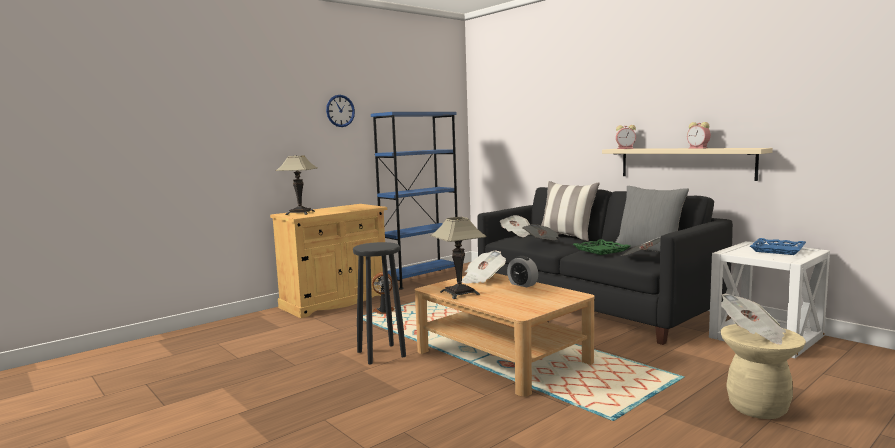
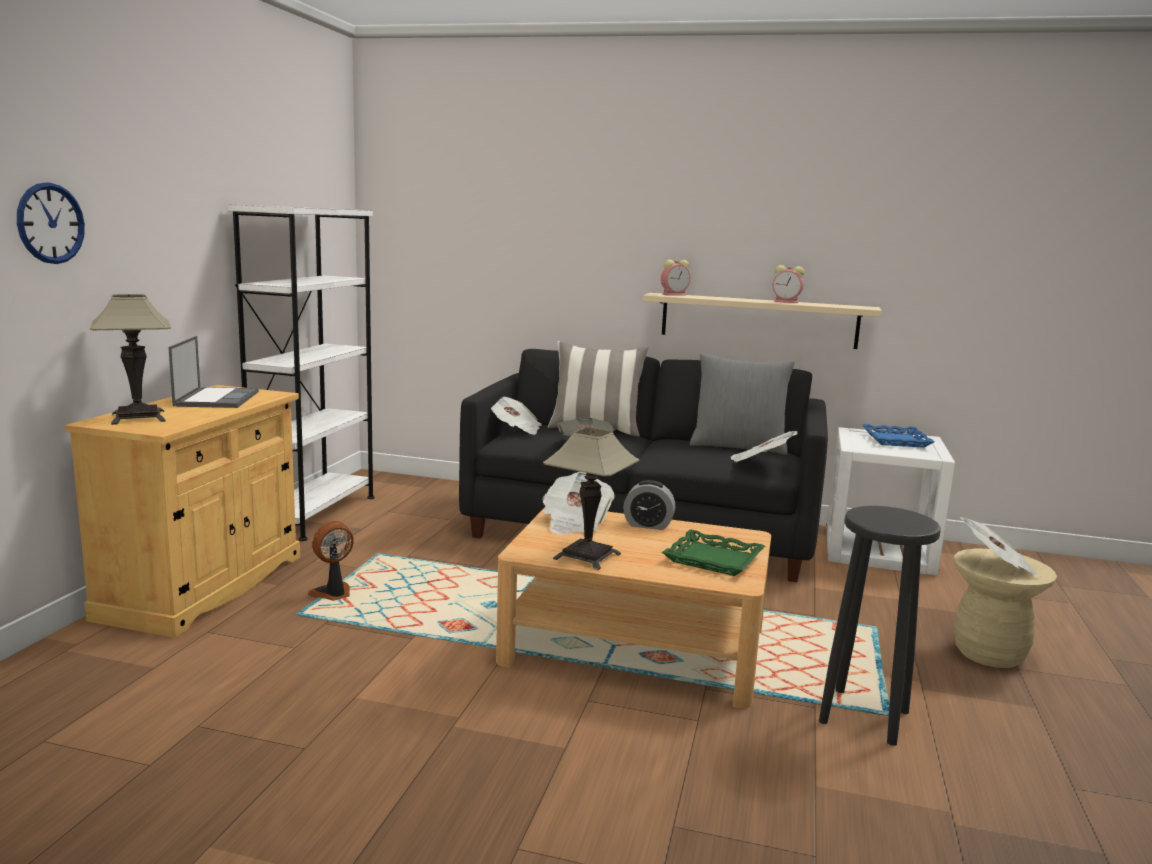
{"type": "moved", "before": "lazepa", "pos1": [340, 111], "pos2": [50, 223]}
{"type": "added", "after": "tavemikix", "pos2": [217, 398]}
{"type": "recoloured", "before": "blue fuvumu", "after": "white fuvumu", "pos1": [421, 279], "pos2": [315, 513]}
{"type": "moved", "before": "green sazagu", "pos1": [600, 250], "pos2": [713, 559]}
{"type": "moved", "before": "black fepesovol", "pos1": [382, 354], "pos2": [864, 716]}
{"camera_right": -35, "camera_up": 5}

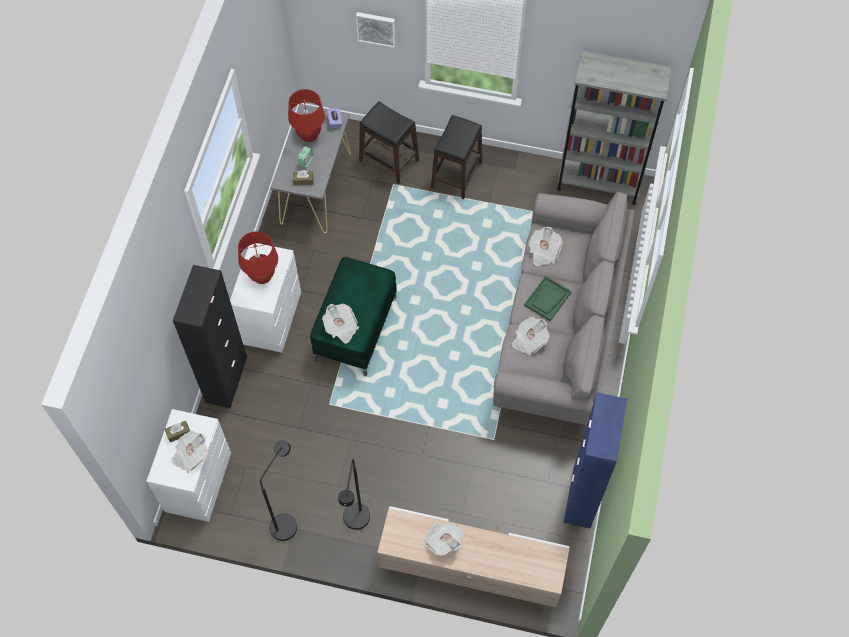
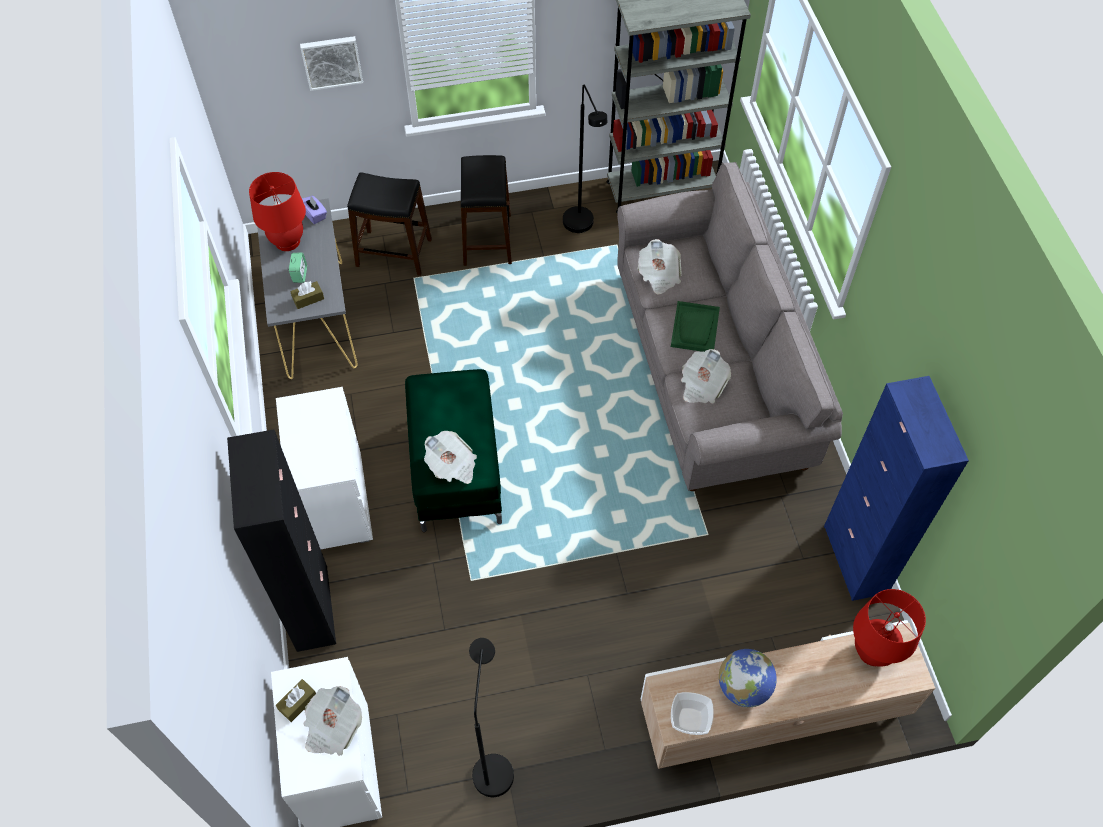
{"type": "moved", "before": "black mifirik", "pos1": [356, 524], "pos2": [582, 227]}
{"type": "added", "after": "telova", "pos2": [690, 719]}
{"type": "replaced", "before": "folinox", "after": "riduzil", "pos1": [443, 540], "pos2": [743, 687]}
{"type": "moved", "before": "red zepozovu", "pos1": [262, 275], "pos2": [873, 651]}
{"camera_right": -25, "camera_up": -5}

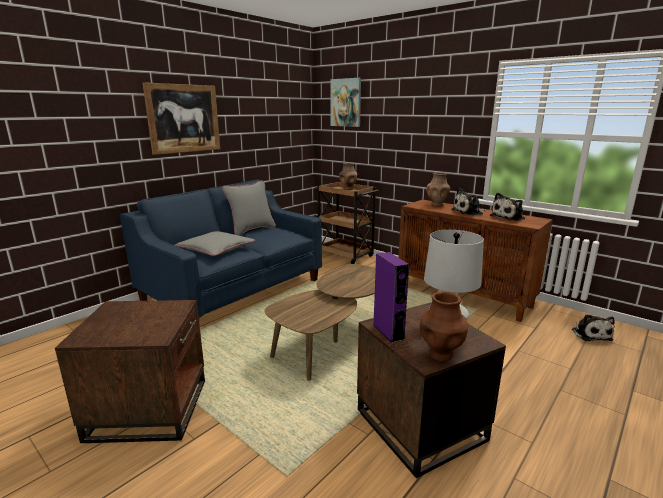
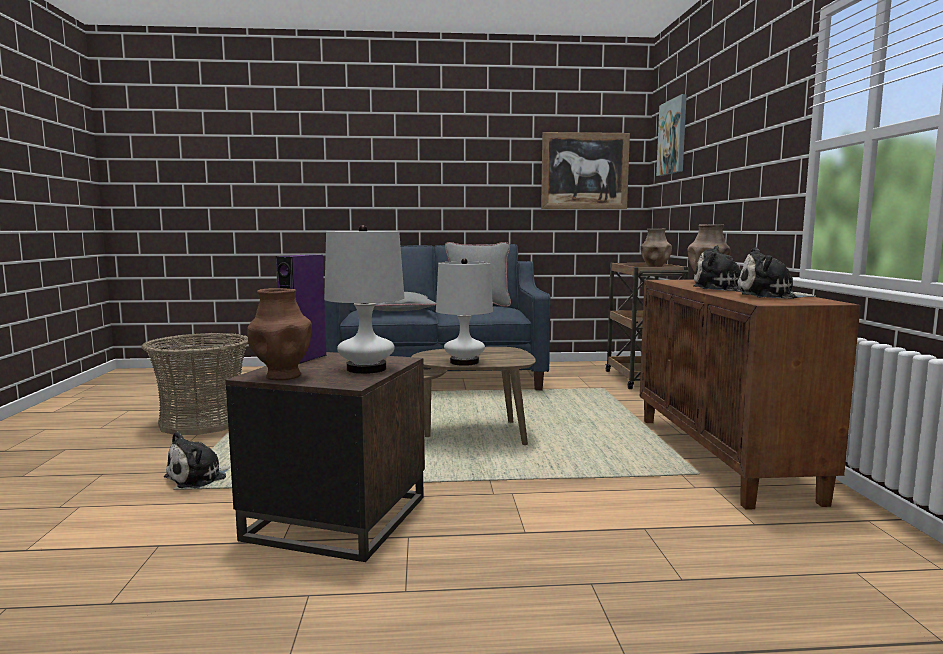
{"type": "replaced", "before": "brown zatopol", "after": "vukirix", "pos1": [149, 408], "pos2": [202, 422]}
{"type": "moved", "before": "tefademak", "pos1": [590, 334], "pos2": [200, 477]}
{"type": "added", "after": "white zepozovu", "pos2": [464, 362]}
{"type": "moved", "before": "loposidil", "pos1": [184, 118], "pos2": [584, 171]}
{"camera_right": 45, "camera_up": -10}

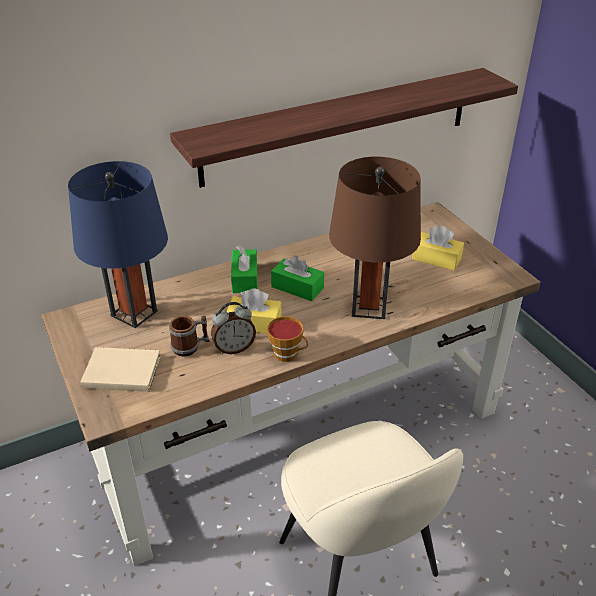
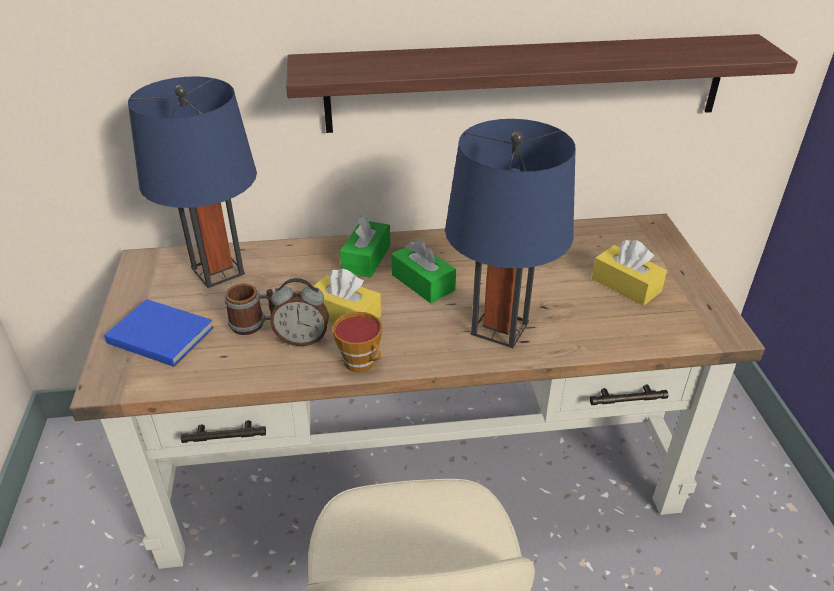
{"type": "recoloured", "before": "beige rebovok", "after": "blue rebovok", "pos1": [120, 371], "pos2": [159, 334]}
{"type": "recoloured", "before": "brown zepozovu", "after": "blue zepozovu", "pos1": [369, 307], "pos2": [500, 328]}
{"camera_right": 20, "camera_up": 0}

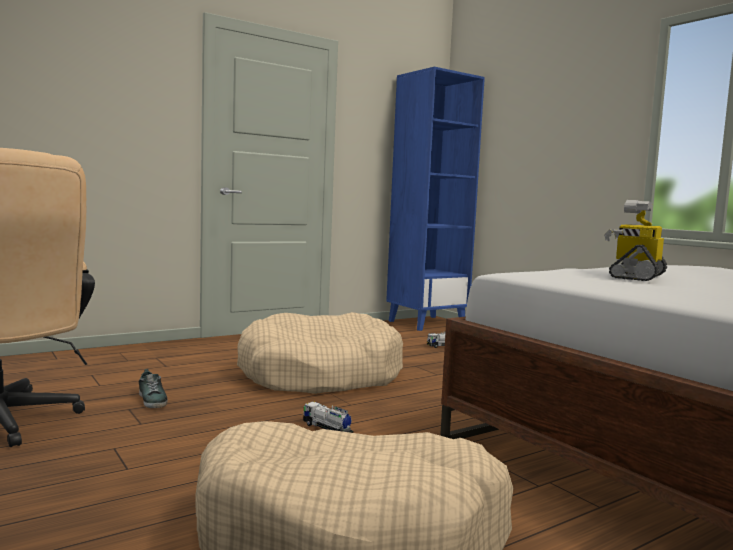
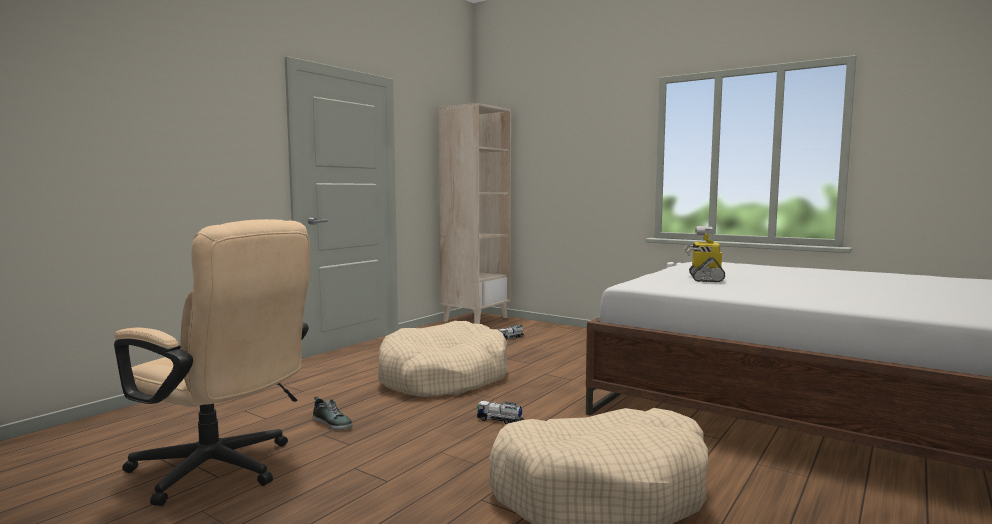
{"type": "recoloured", "before": "blue fuvumu", "after": "beige fuvumu", "pos1": [426, 323], "pos2": [475, 319]}
{"camera_right": -20, "camera_up": 0}

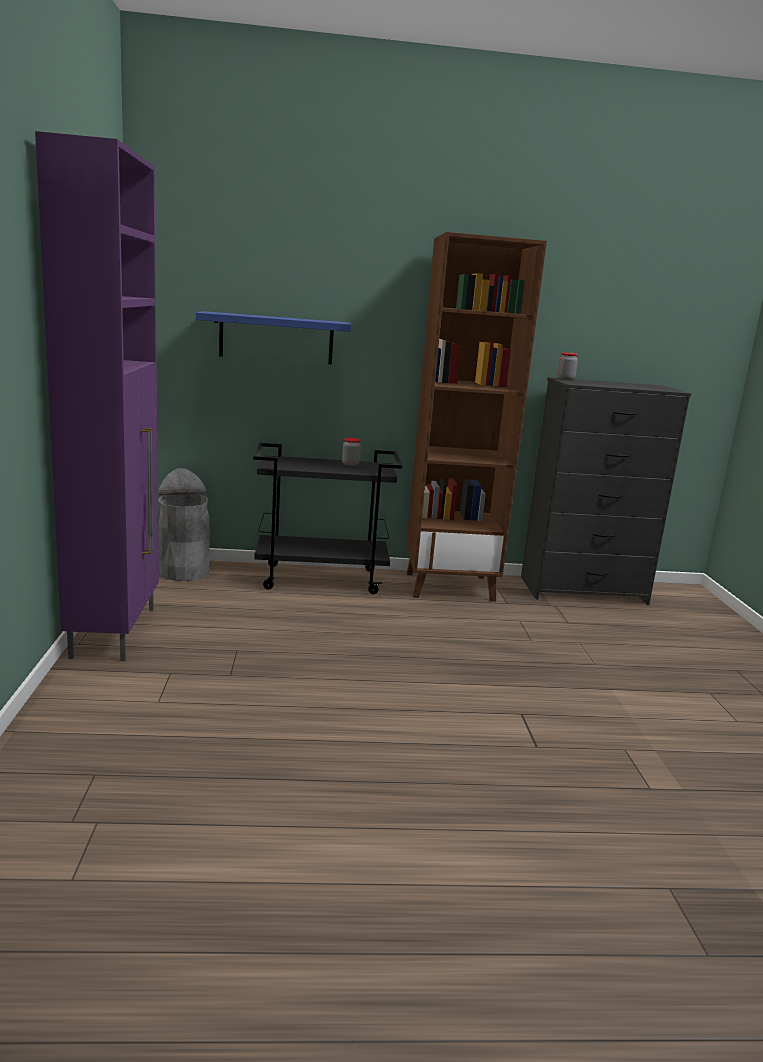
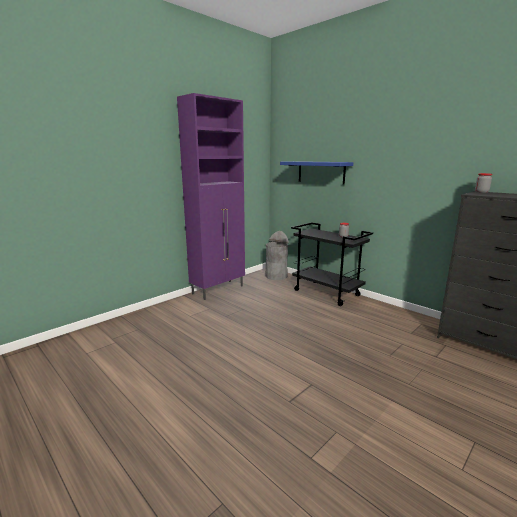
{"type": "removed", "before": "brown fuvumu", "pos1": [450, 586]}
{"camera_right": 50, "camera_up": 0}

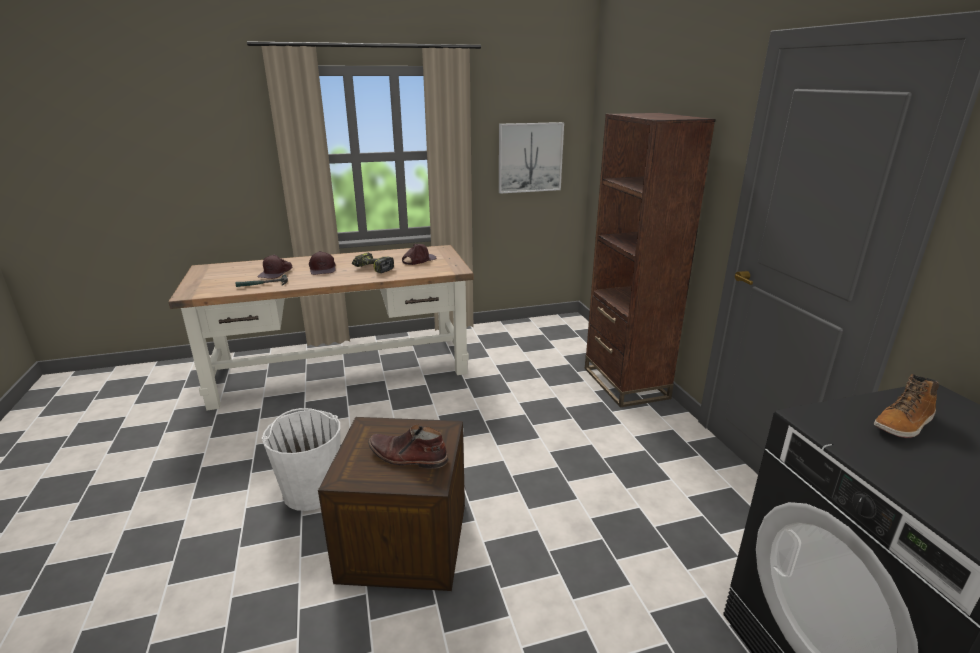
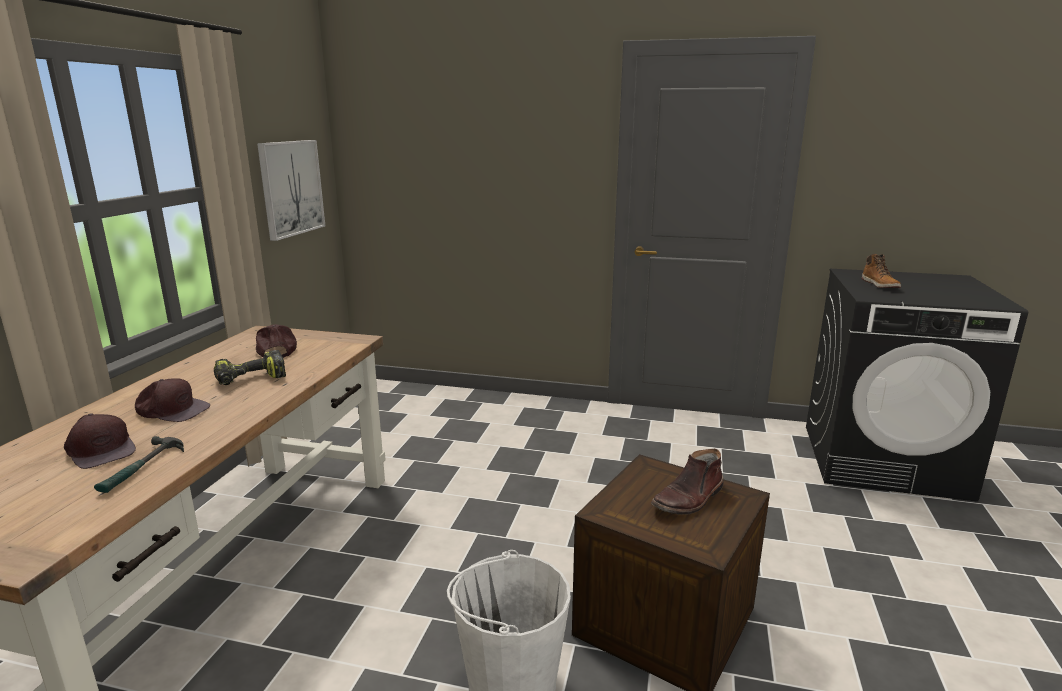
{"type": "removed", "before": "brown fuvumu", "pos1": [625, 383]}
{"camera_right": -60, "camera_up": -5}

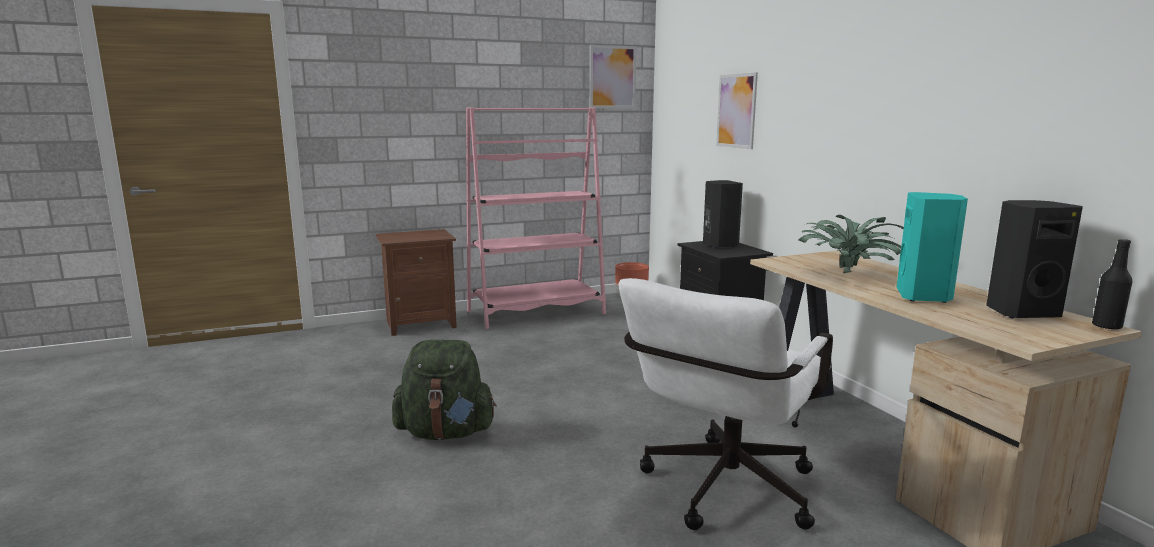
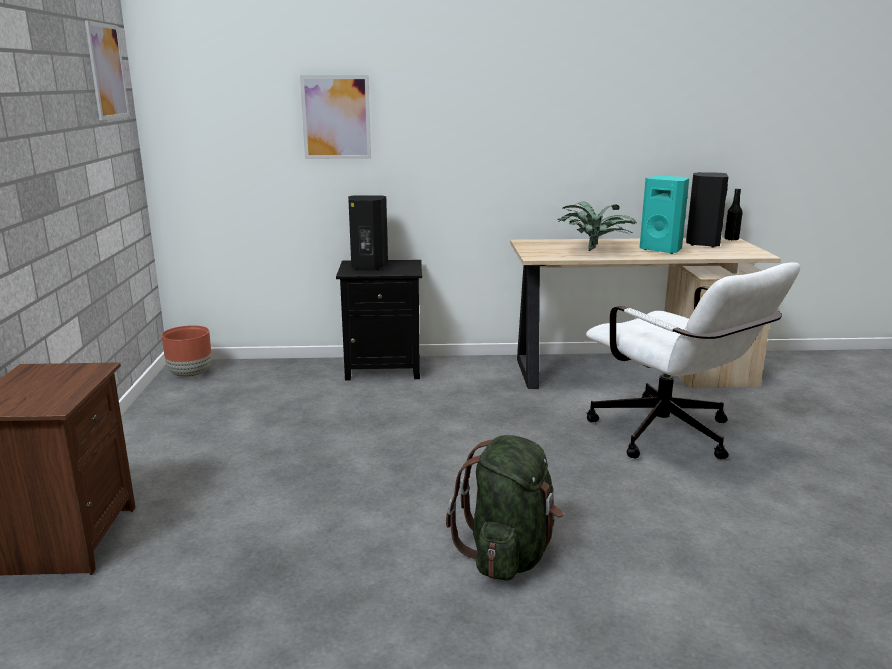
{"type": "removed", "before": "pink fuvumu", "pos1": [536, 313]}
{"camera_right": -70, "camera_up": 5}

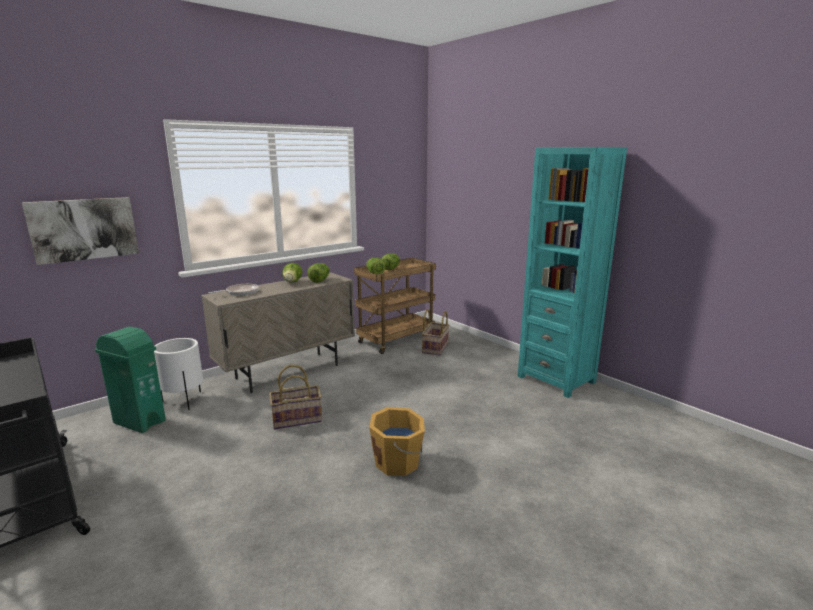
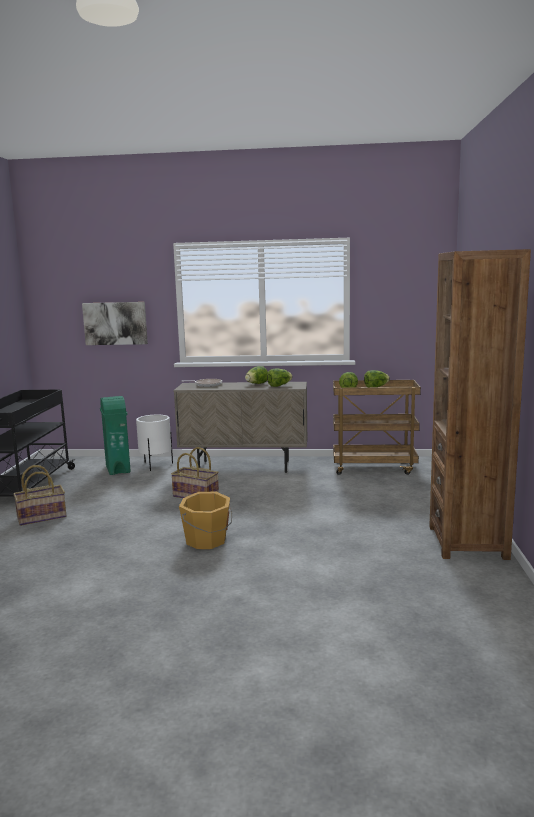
{"type": "moved", "before": "vukirix", "pos1": [434, 348], "pos2": [42, 517]}
{"type": "recoloured", "before": "turquoise fuvumu", "after": "brown fuvumu", "pos1": [556, 379], "pos2": [467, 542]}
{"camera_right": 45, "camera_up": -5}

